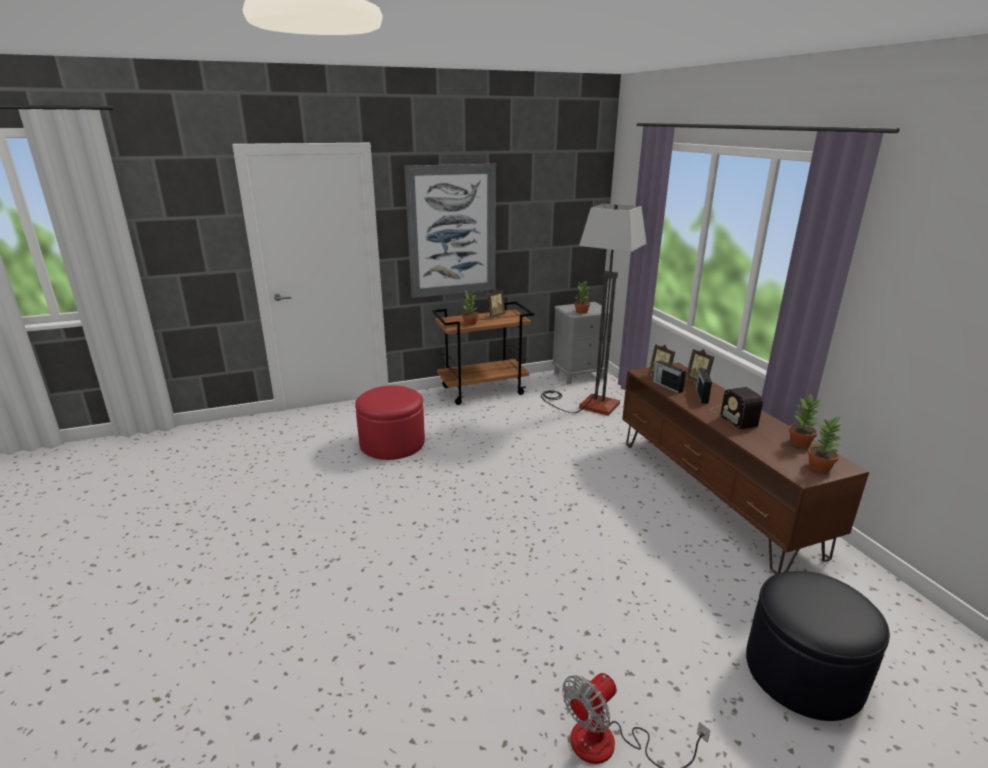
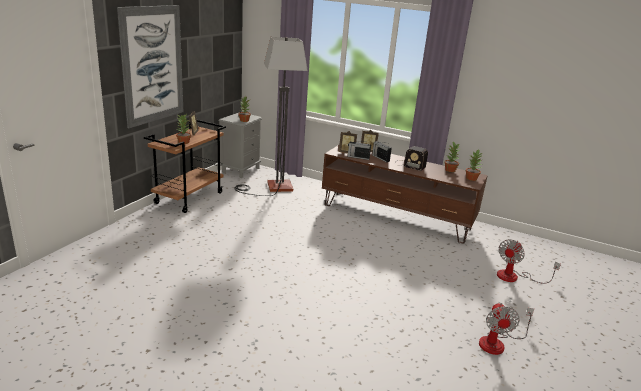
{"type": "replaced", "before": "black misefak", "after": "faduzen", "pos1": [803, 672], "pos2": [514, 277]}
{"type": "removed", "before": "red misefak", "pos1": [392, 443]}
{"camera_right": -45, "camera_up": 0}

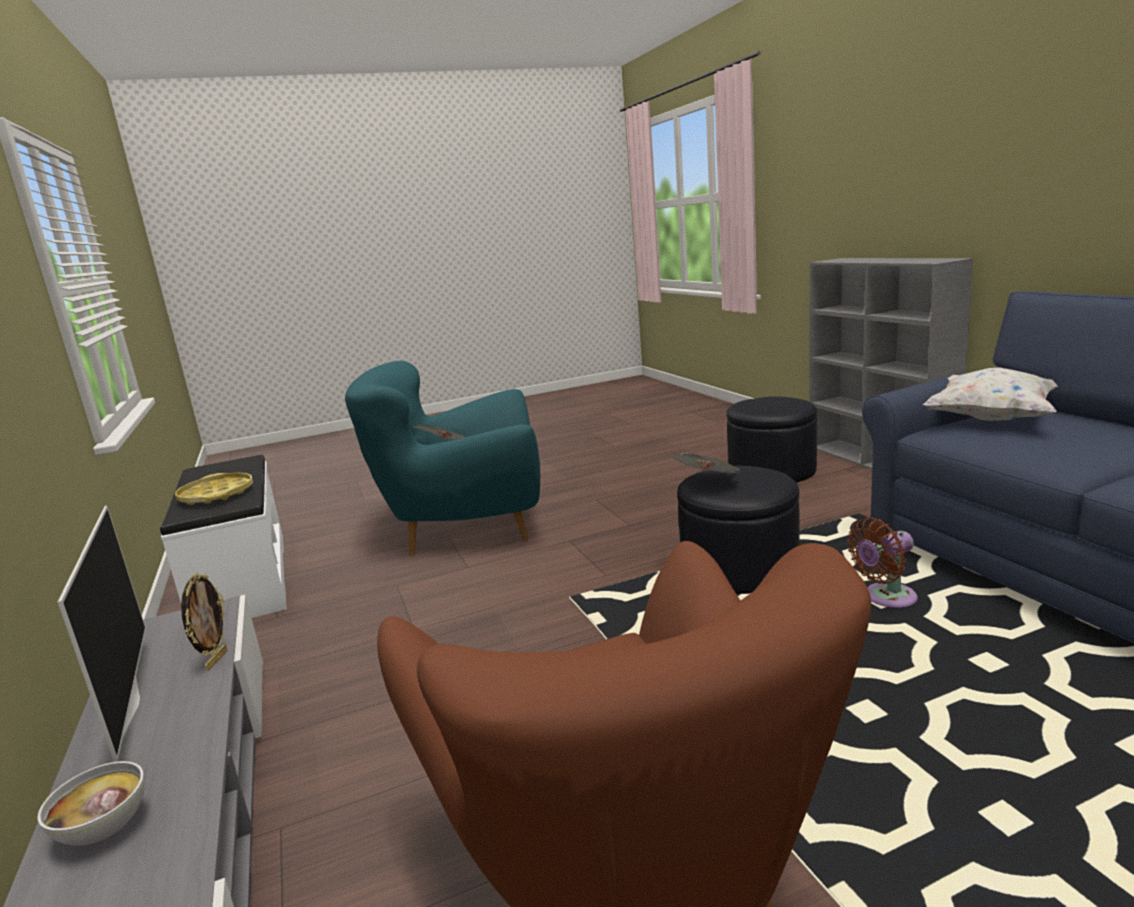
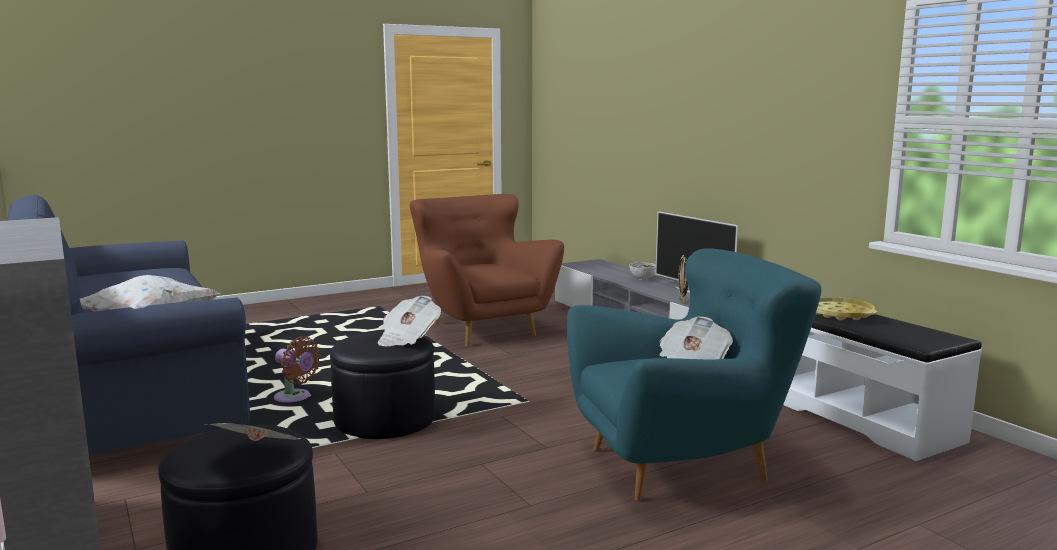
{"type": "added", "after": "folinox", "pos2": [260, 456]}
{"type": "turned", "before": "brown faduzen", "pos1": [885, 598], "pos2": [295, 398], "turn": 60}
{"camera_right": 170, "camera_up": -5}

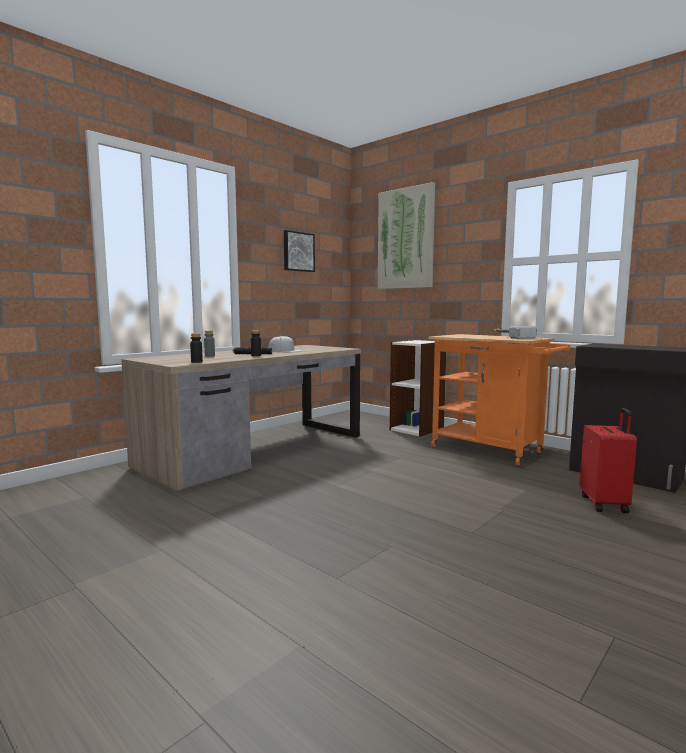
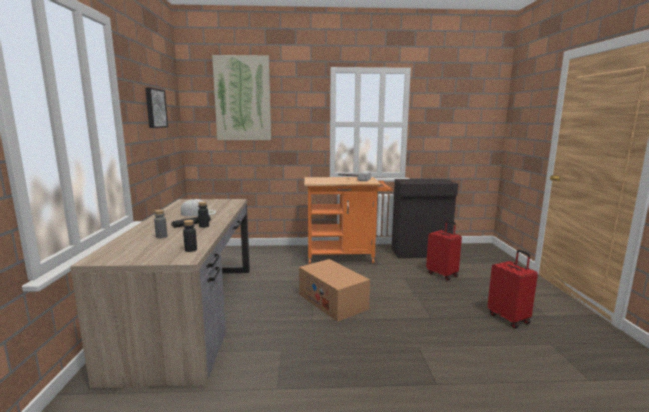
{"type": "added", "after": "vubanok", "pos2": [332, 301]}
{"type": "added", "after": "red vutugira", "pos2": [509, 318]}
{"type": "removed", "before": "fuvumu", "pos1": [417, 429]}
{"camera_right": -45, "camera_up": 5}

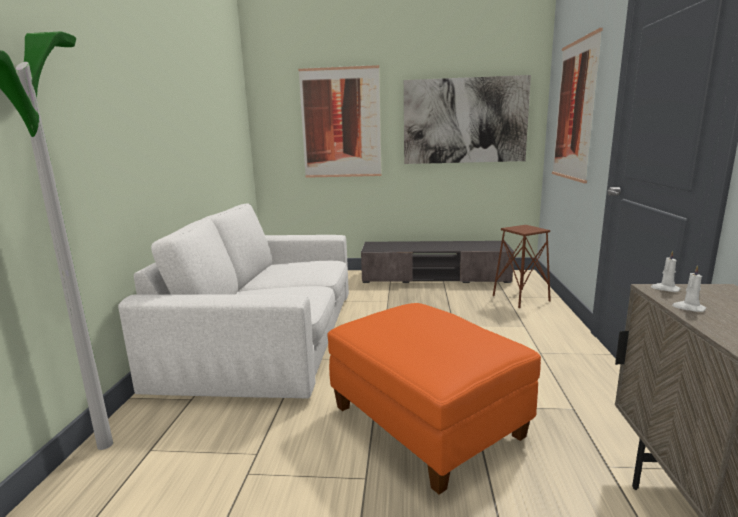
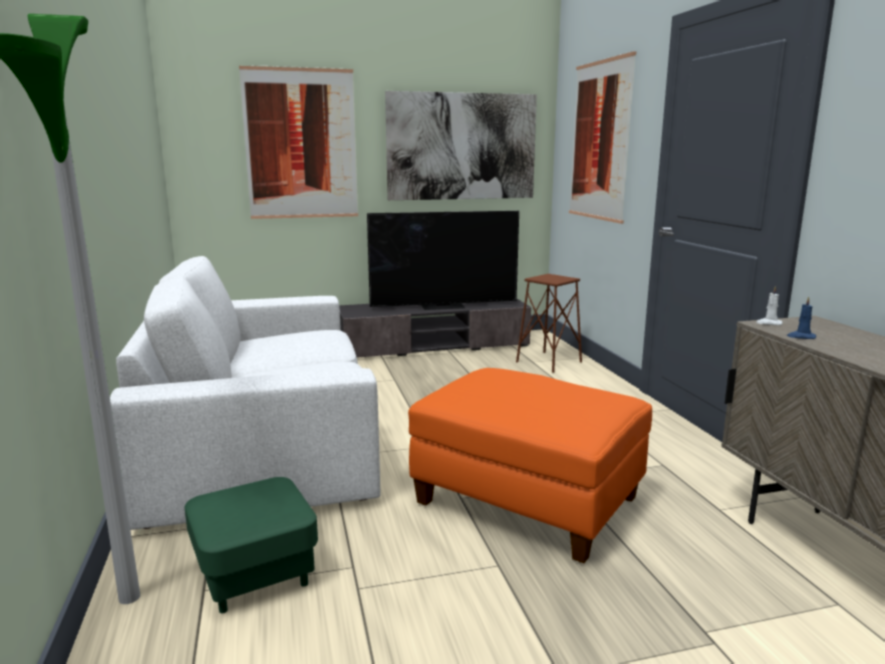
{"type": "added", "after": "green misefak", "pos2": [255, 574]}
{"type": "added", "after": "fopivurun", "pos2": [444, 306]}
{"type": "recoloured", "before": "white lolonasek", "after": "blue lolonasek", "pos1": [688, 308], "pos2": [801, 337]}
{"camera_right": -20, "camera_up": 0}

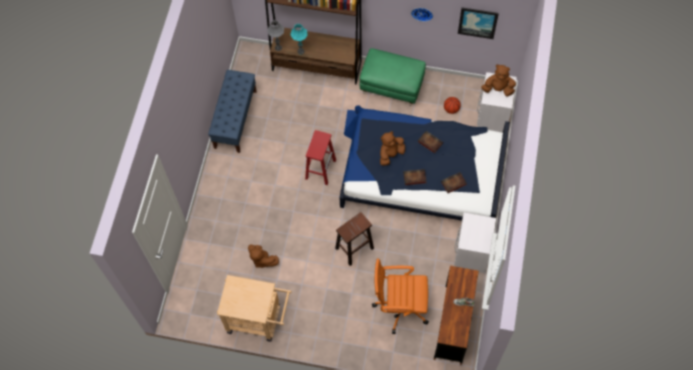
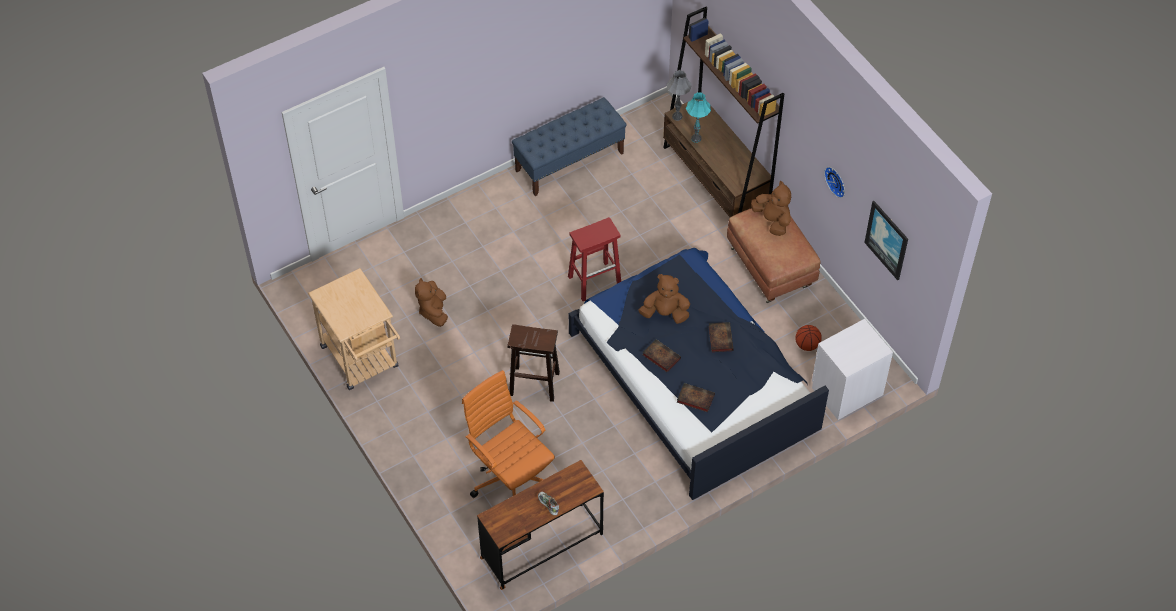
{"type": "recoloured", "before": "green misefak", "after": "brown misefak", "pos1": [392, 86], "pos2": [771, 268]}
{"type": "moved", "before": "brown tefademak", "pos1": [498, 89], "pos2": [772, 220]}
{"type": "removed", "before": "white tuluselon", "pos1": [471, 253]}
{"camera_right": 45, "camera_up": -10}

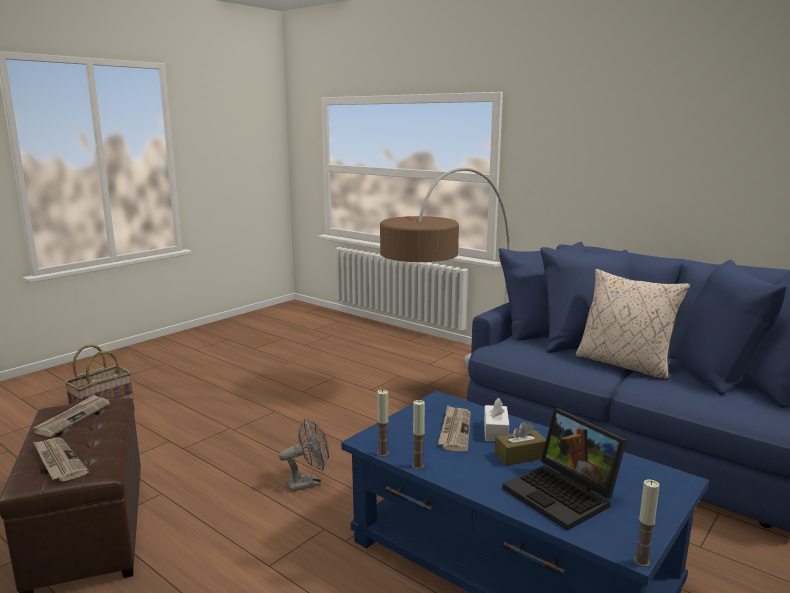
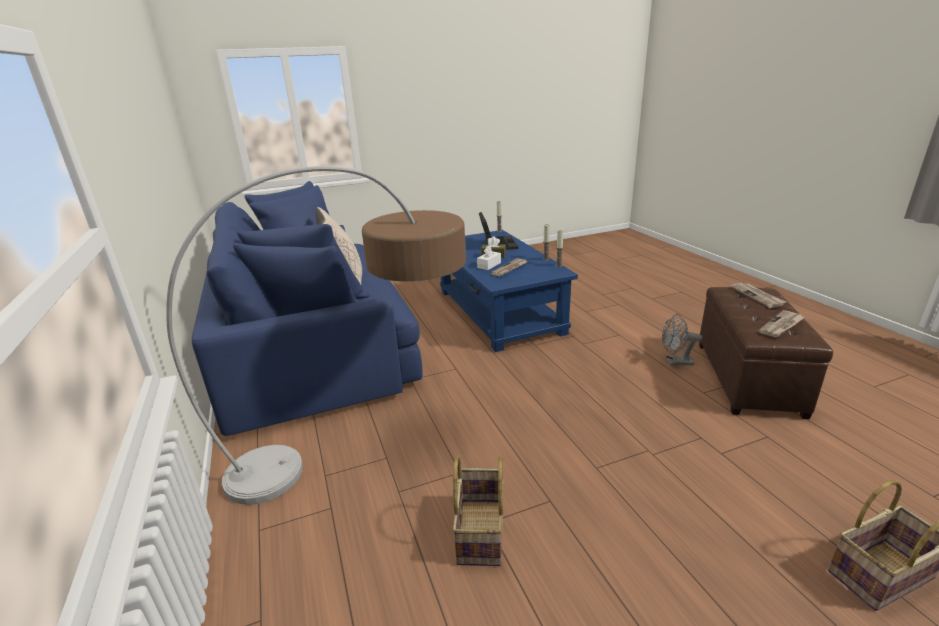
{"type": "added", "after": "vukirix", "pos2": [481, 532]}
{"type": "moved", "before": "grey faduzen", "pos1": [308, 483], "pos2": [675, 362]}
{"camera_right": -150, "camera_up": 10}

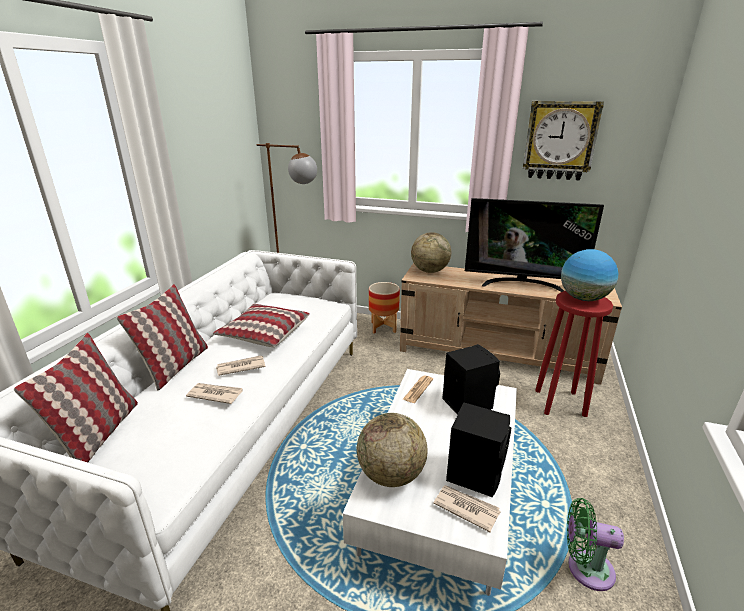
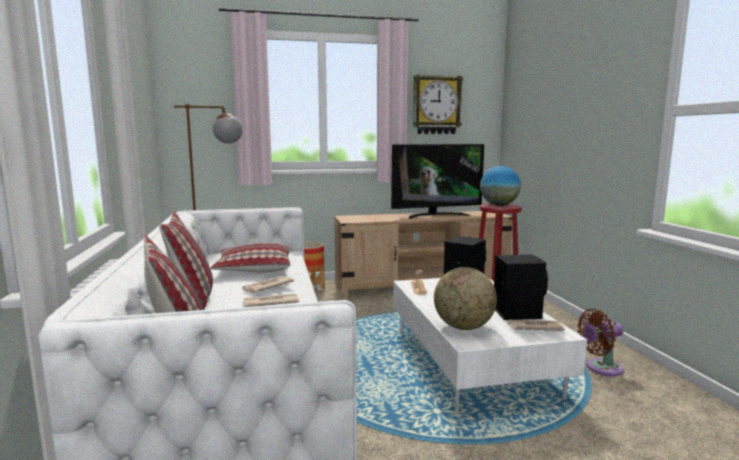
{"type": "recoloured", "before": "green faduzen", "after": "brown faduzen", "pos1": [585, 568], "pos2": [601, 368]}
{"type": "removed", "before": "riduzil", "pos1": [429, 271]}
{"camera_right": -30, "camera_up": -15}

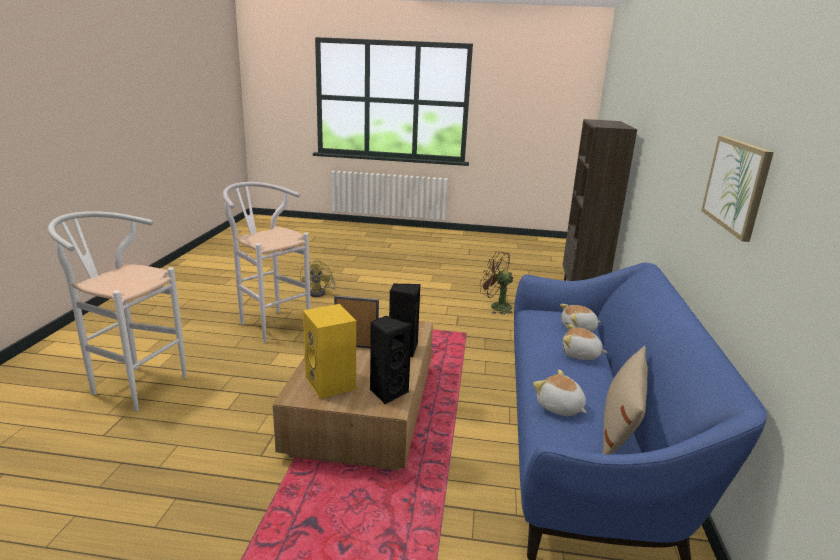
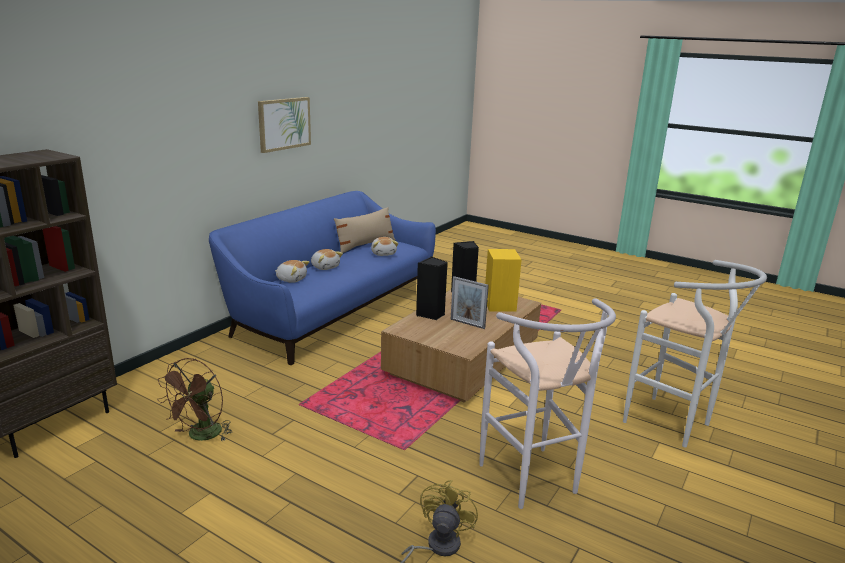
{"type": "turned", "before": "brown faduzen", "pos1": [496, 306], "pos2": [201, 436], "turn": 60}
{"camera_right": -155, "camera_up": 0}

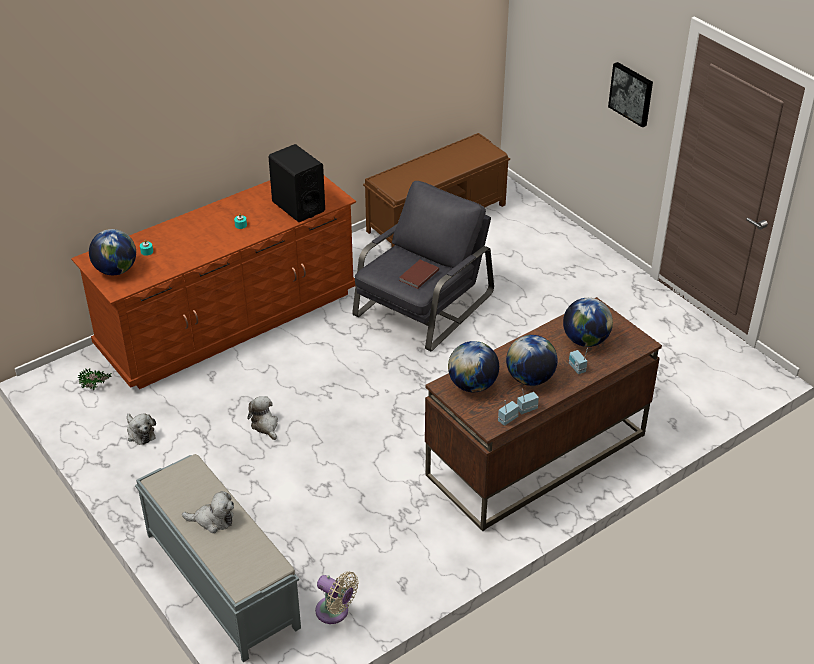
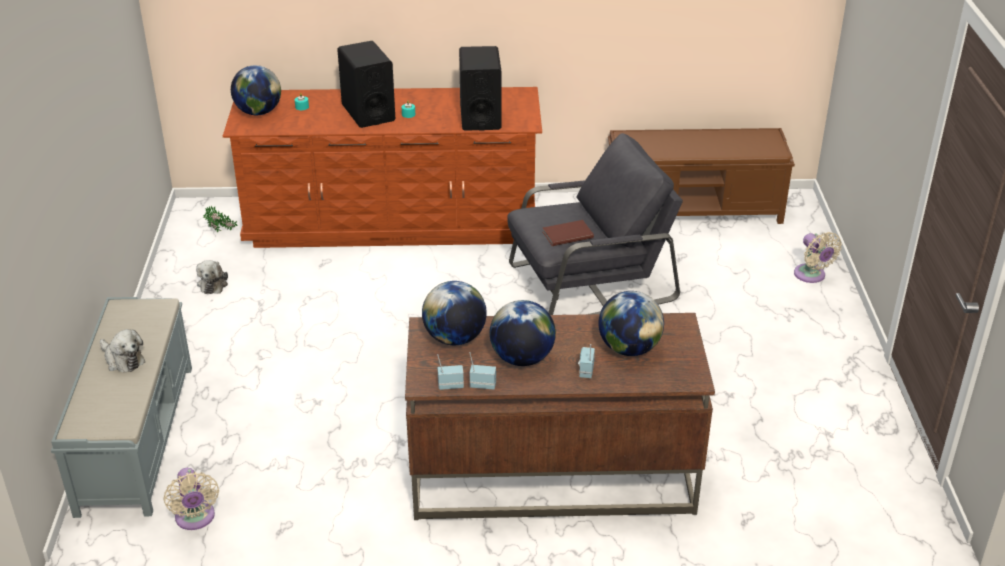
{"type": "added", "after": "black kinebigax", "pos2": [368, 113]}
{"type": "added", "after": "beige faduzen", "pos2": [811, 276]}
{"type": "removed", "before": "tefademak", "pos1": [265, 425]}
{"type": "removed", "before": "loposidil", "pos1": [632, 93]}
{"camera_right": 35, "camera_up": -5}

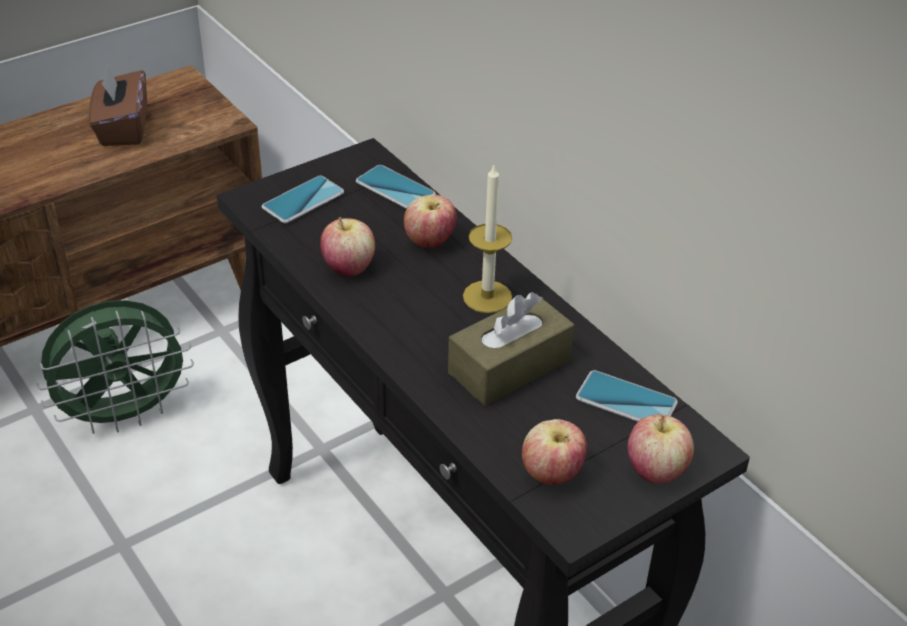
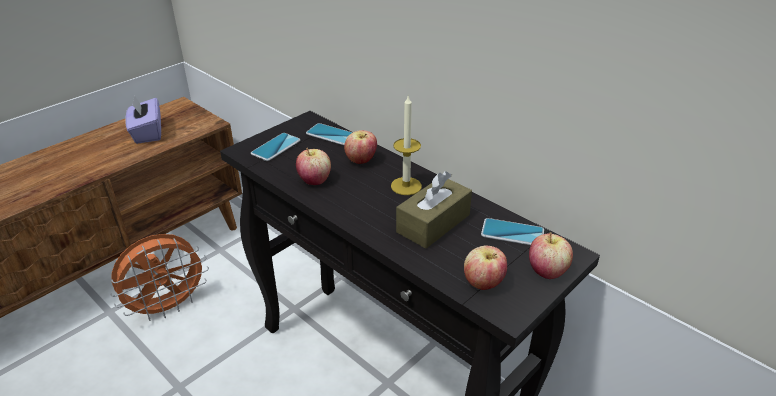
{"type": "recoloured", "before": "green faduzen", "after": "orange faduzen", "pos1": [125, 415], "pos2": [168, 307]}
{"type": "recoloured", "before": "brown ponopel", "after": "purple ponopel", "pos1": [122, 129], "pos2": [147, 133]}
{"camera_right": -10, "camera_up": -5}

